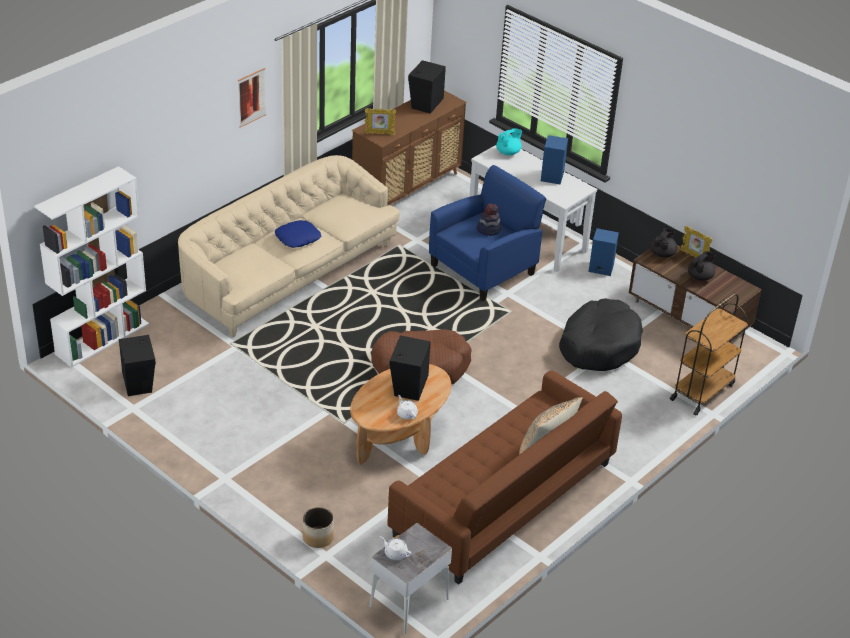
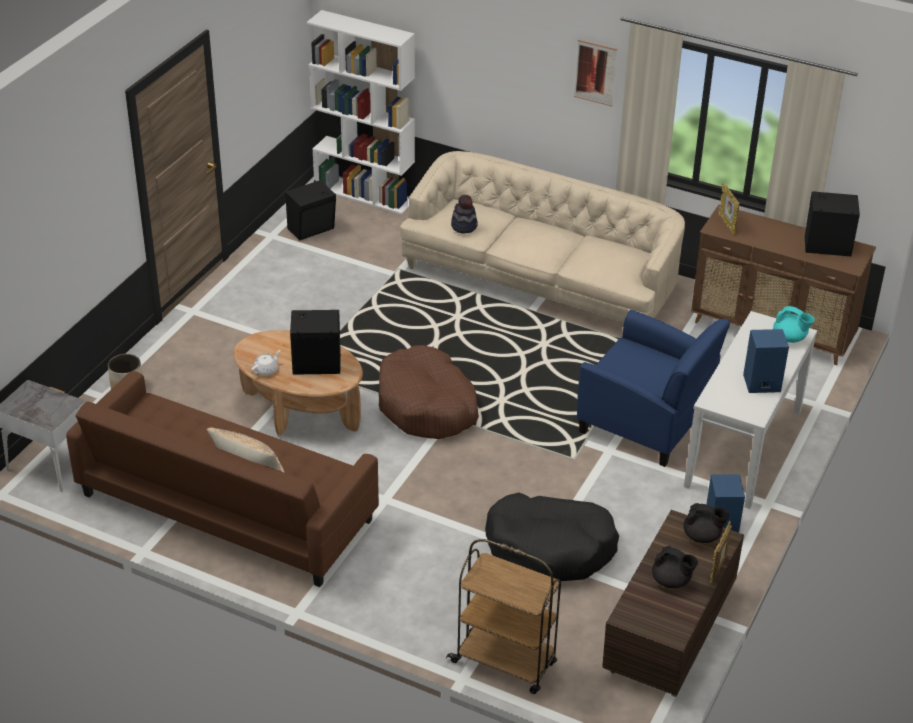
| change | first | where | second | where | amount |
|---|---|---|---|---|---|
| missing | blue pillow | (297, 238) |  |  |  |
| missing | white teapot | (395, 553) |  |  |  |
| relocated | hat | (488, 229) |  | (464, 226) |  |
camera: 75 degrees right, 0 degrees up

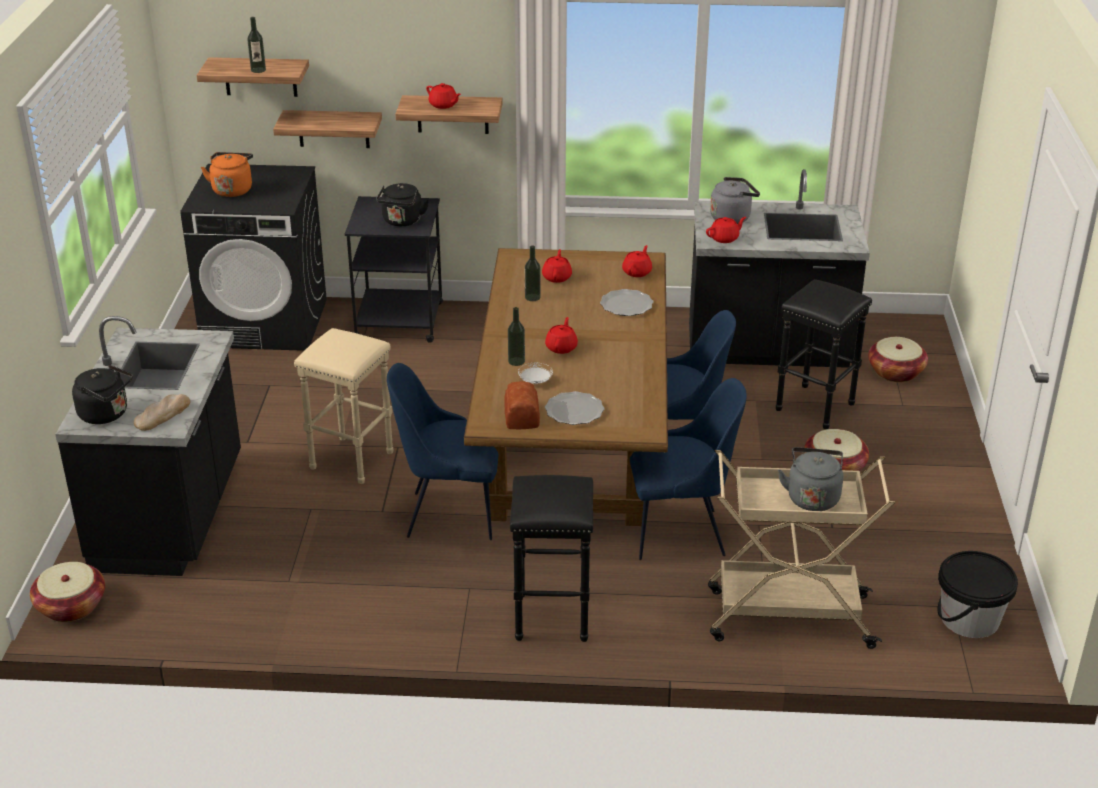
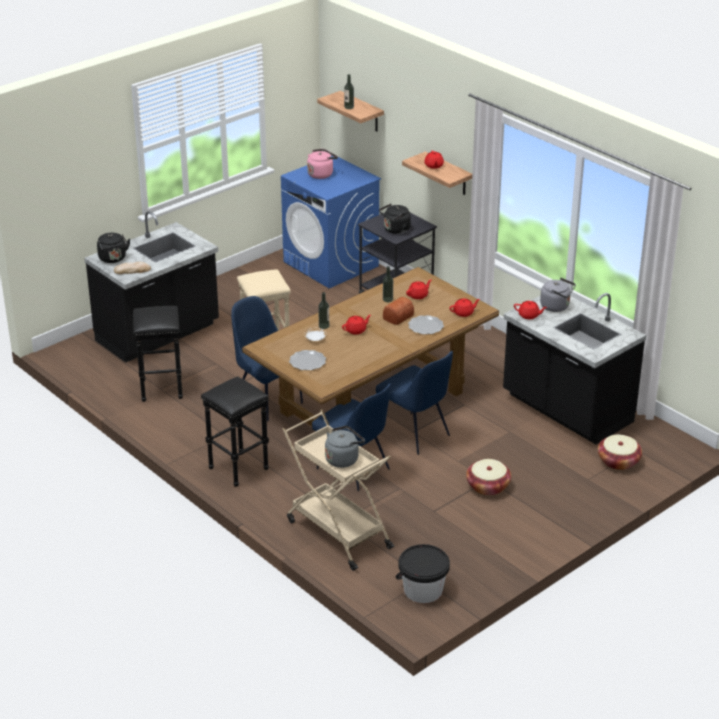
| change | first | where | second | where | amount |
|---|---|---|---|---|---|
| missing | basket | (71, 606) |  |  |  |
| missing | shelf | (333, 129) |  |  |  |
| relocated | bread | (521, 416) |  | (397, 317) |  |
| relocated | black stool | (813, 406) |  | (160, 388) |  |
| colour | black washing machine | (266, 323) | blue washing machine | (331, 264) |  |
| colour | orange kettle | (232, 189) | pink kettle | (321, 174) |  |
camera: 45 degrees right, 0 degrees up

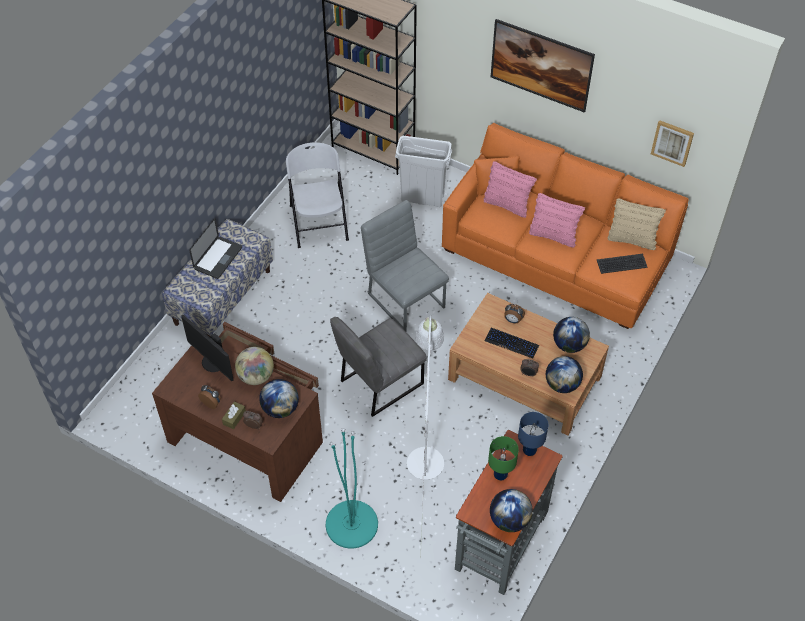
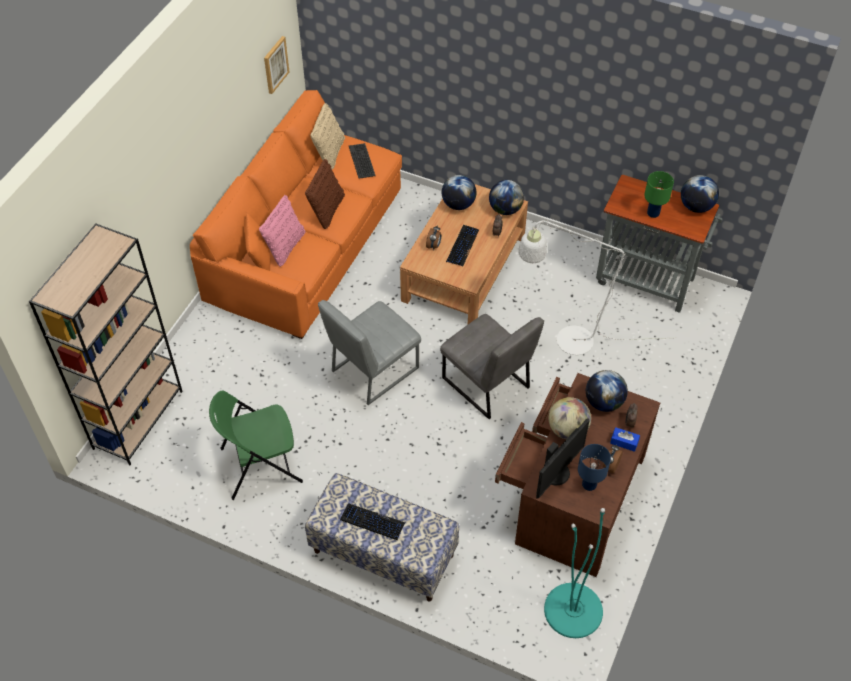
| change | first | where | second | where | amount |
|---|---|---|---|---|---|
| missing | white trash can | (423, 199) |  |  |  |
| missing | picture | (539, 79) |  |  |  |
| relocated | turquoise floor lamp | (351, 524) |  | (573, 610) |  |
| relocated | blue table lamp | (529, 451) |  | (590, 485) |  |
| exchanged | laptop | (218, 258) | keyboard | (372, 522) |  |
| colour | brown tissue box | (234, 418) | blue tissue box | (624, 442) |  |
| colour | white chair | (319, 223) | green chair | (261, 464) |  |
| colour | pink pillow | (554, 236) | brown pillow | (327, 210) |  |
camera: 95 degrees left, 0 degrees up

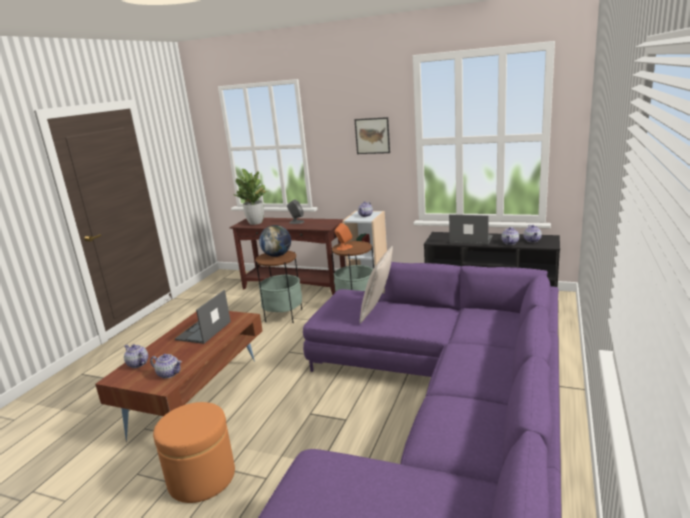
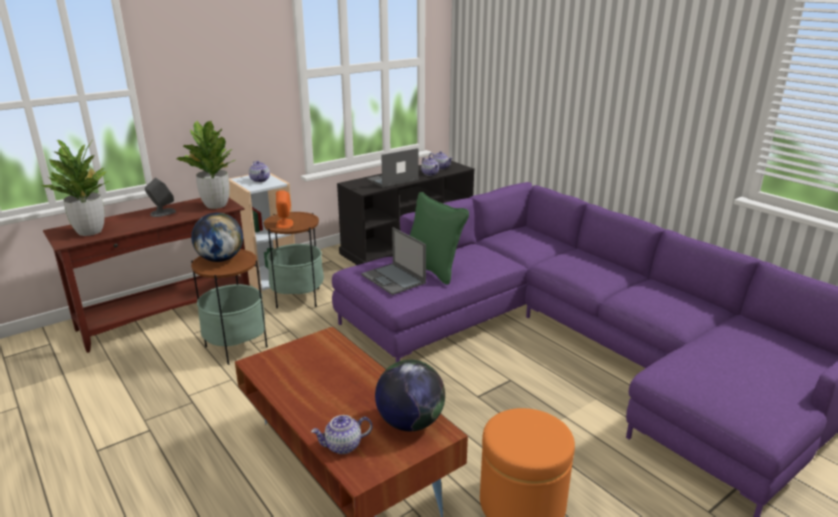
| change | first | where | second | where | amount |
|---|---|---|---|---|---|
| missing | picture | (372, 136) |  |  |  |
| appeared |  |  | potted plant | (215, 205) |  |
| relocated | laptop | (203, 331) |  | (394, 279) |  |
| exchanged | teapot | (169, 374) | globe | (410, 423) |  |
| colour | beige pillow | (378, 311) | green pillow | (433, 269) |  |
camera: 60 degrees left, 5 degrees up

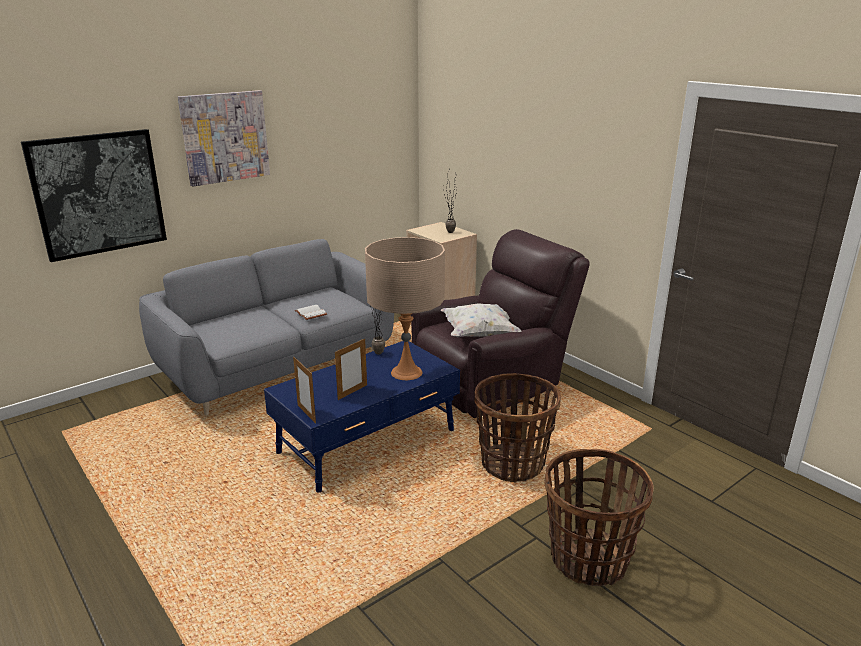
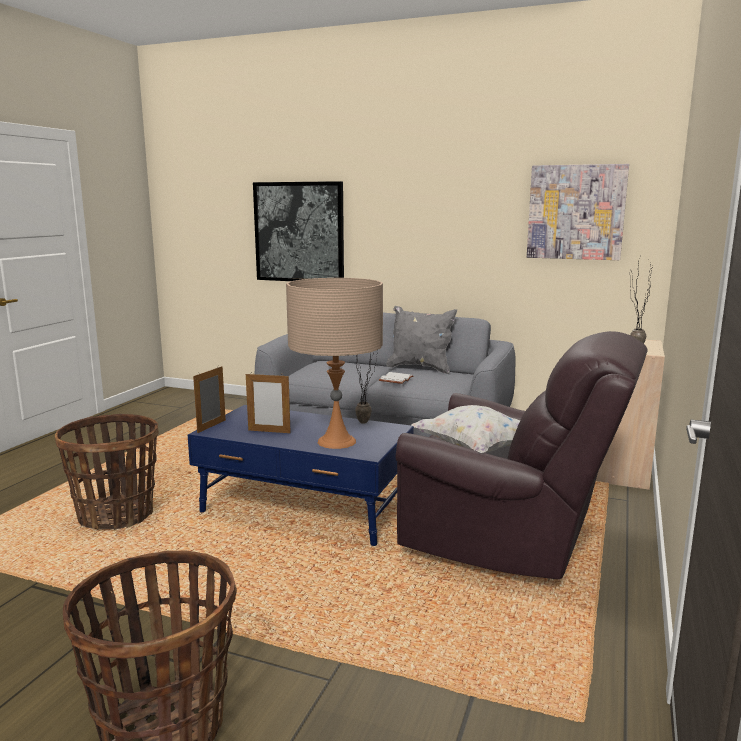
| change | first | where | second | where | amount |
|---|---|---|---|---|---|
| appeared |  |  | grey pillow | (420, 368) |  |
| relocated | picture | (225, 137) |  | (576, 212) |  |
| relocated | basket | (512, 463) |  | (116, 515) |  |
camera: 60 degrees right, 10 degrees down

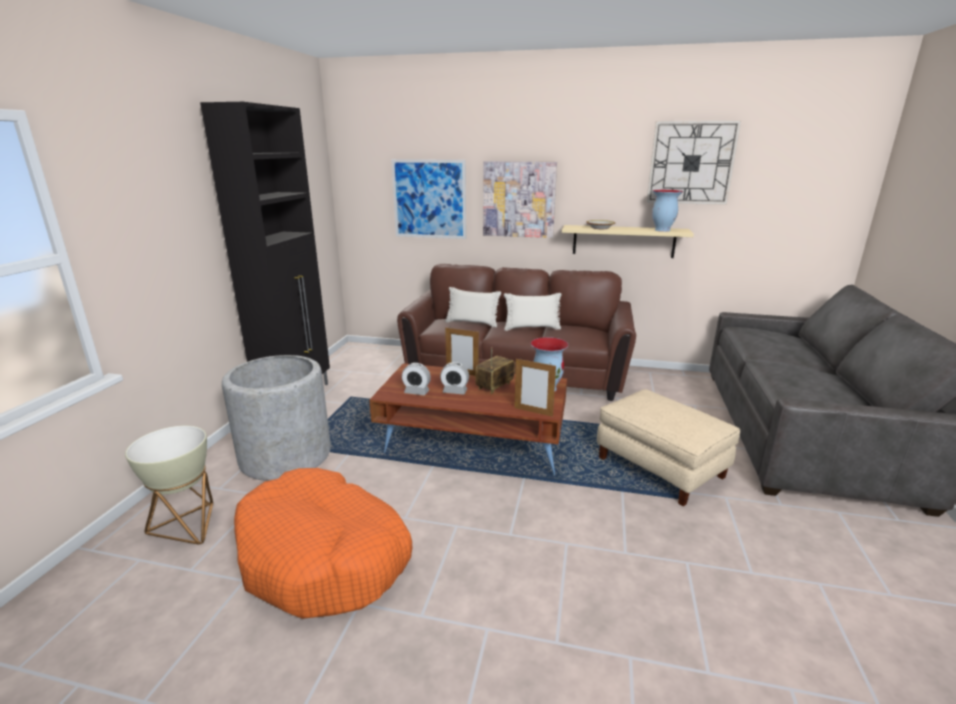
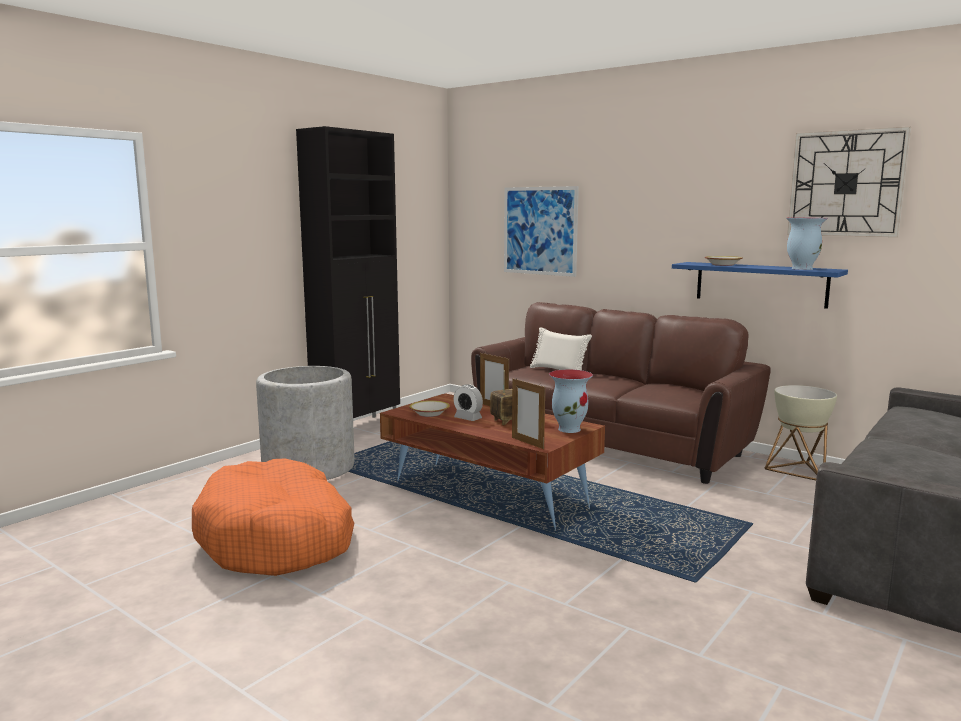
| change | first | where | second | where | amount |
|---|---|---|---|---|---|
| missing | picture | (519, 199) |  |  |  |
| missing | white pillow | (532, 328) |  |  |  |
| missing | beige ottoman | (661, 467) |  |  |  |
| relocated | planter | (188, 525) |  | (798, 471) |  |
| exchanged | alarm clock | (416, 392) | bowl | (430, 414) |  |
| colour | beige shelf | (623, 241) | blue shelf | (760, 284) |  |
camera: 25 degrees right, 10 degrees down

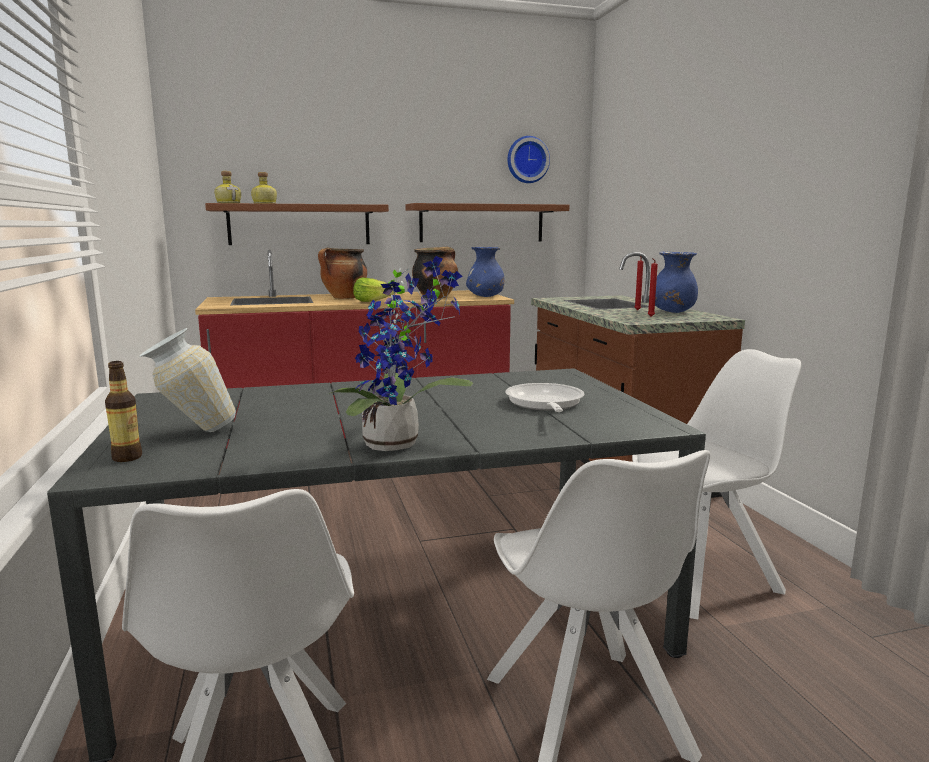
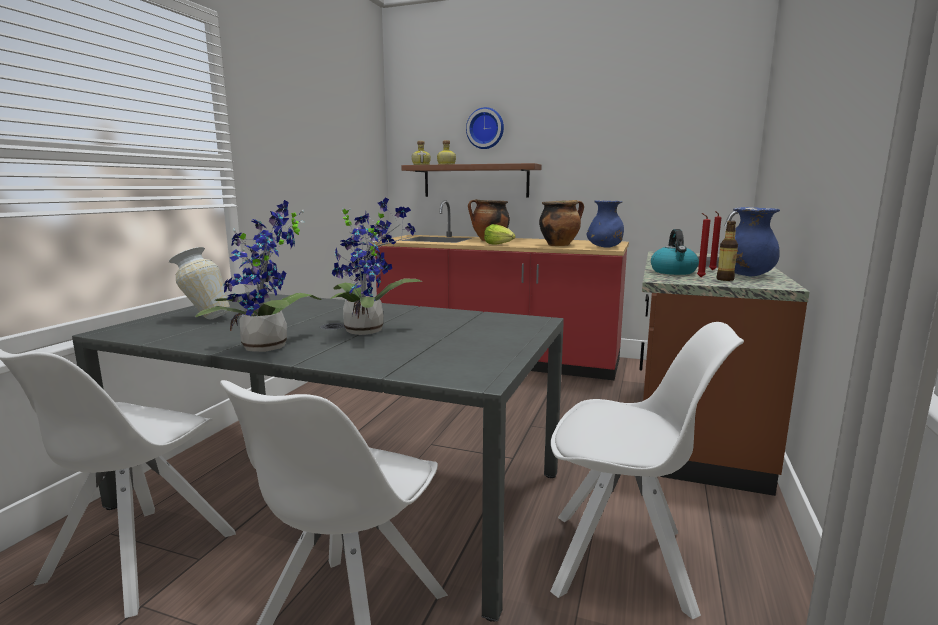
| change | first | where | second | where | amount |
|---|---|---|---|---|---|
| missing | brown shelf | (482, 223) |  |  |  |
| missing | frying pan | (544, 404) |  |  |  |
| appeared |  |  | potted plant | (369, 330) |  |
| appeared |  |  | kettle | (673, 272) |  |
| relocated | bottle | (127, 457) |  | (725, 279) |  |
| relocated | wall clock | (527, 160) |  | (485, 128) |  |
camera: 35 degrees right, 0 degrees up

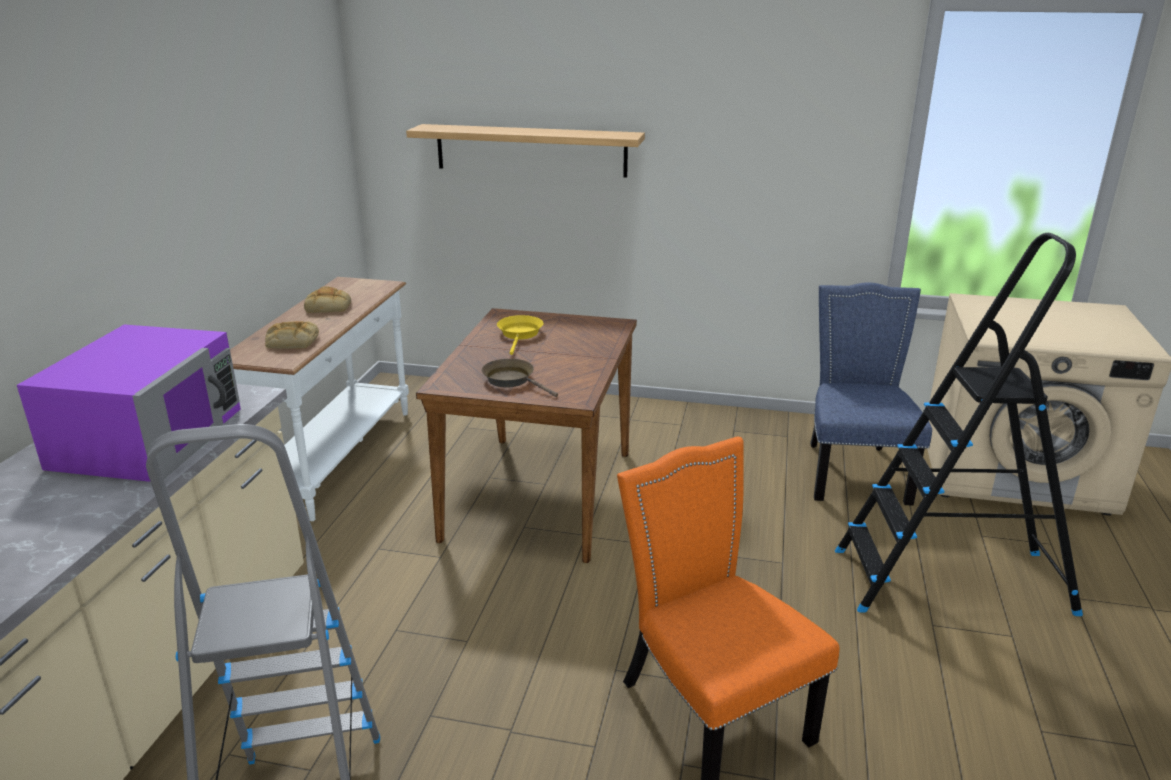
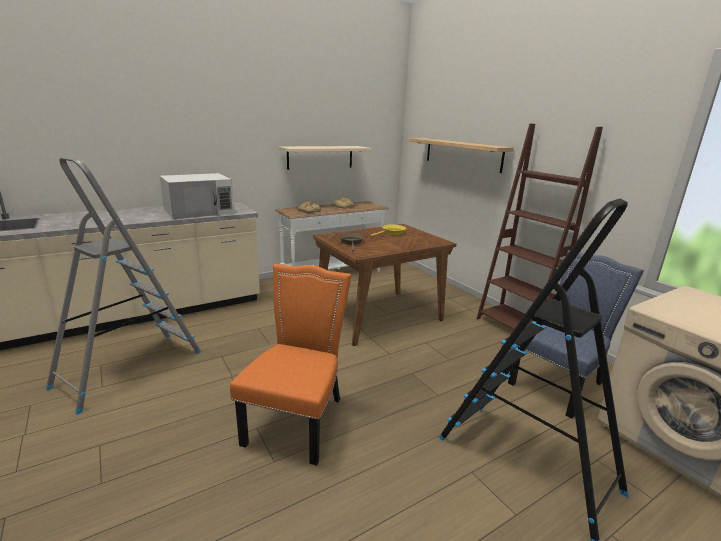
| change | first | where | second | where | amount |
|---|---|---|---|---|---|
| appeared |  |  | beige shelf | (320, 157) |  |
| appeared |  |  | brown bookcase | (514, 327) |  |
| colour | purple microwave | (150, 437) | white microwave | (199, 211) |  |
camera: 45 degrees right, 5 degrees down

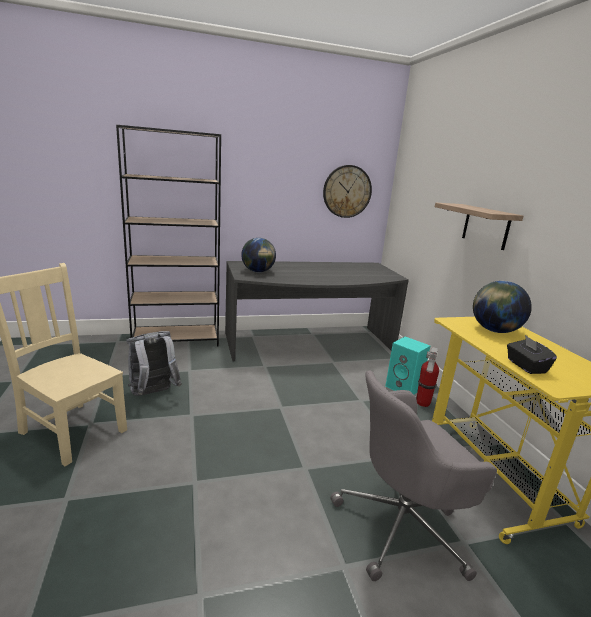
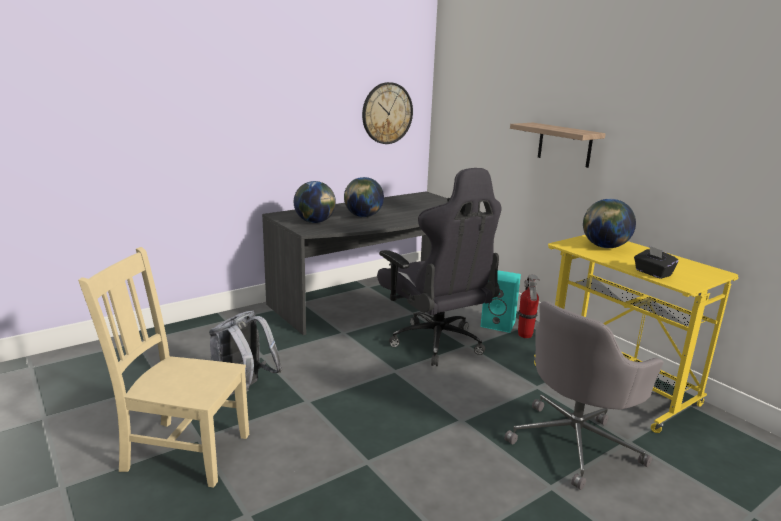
| change | first | where | second | where | amount |
|---|---|---|---|---|---|
| missing | beige bookcase | (176, 340) |  |  |  |
| appeared |  |  | globe | (363, 216) |  |
| appeared |  |  | black office chair | (433, 340) |  |
camera: 20 degrees left, 0 degrees up

